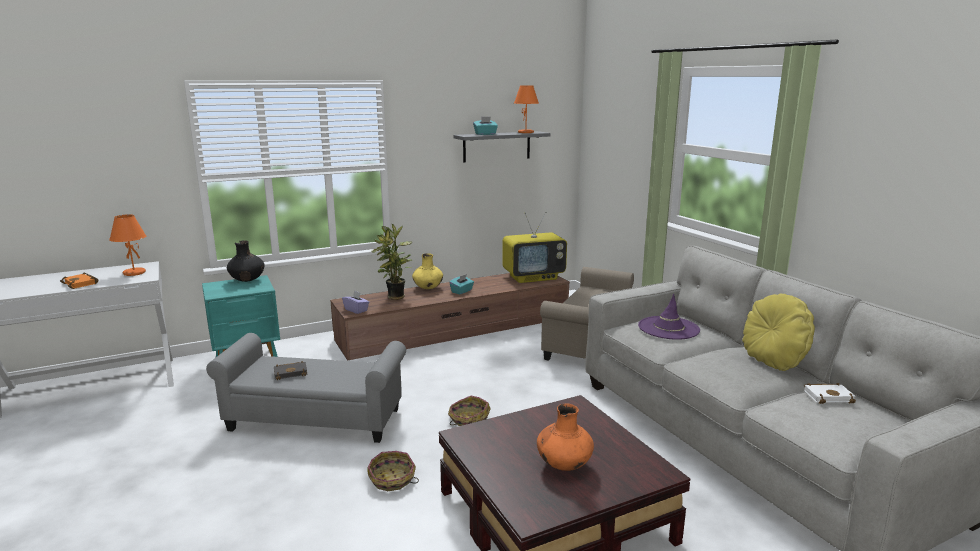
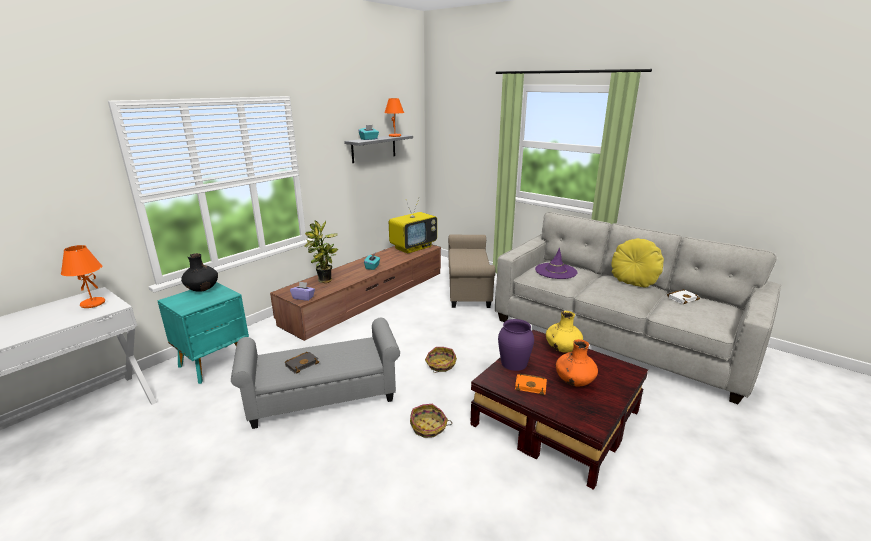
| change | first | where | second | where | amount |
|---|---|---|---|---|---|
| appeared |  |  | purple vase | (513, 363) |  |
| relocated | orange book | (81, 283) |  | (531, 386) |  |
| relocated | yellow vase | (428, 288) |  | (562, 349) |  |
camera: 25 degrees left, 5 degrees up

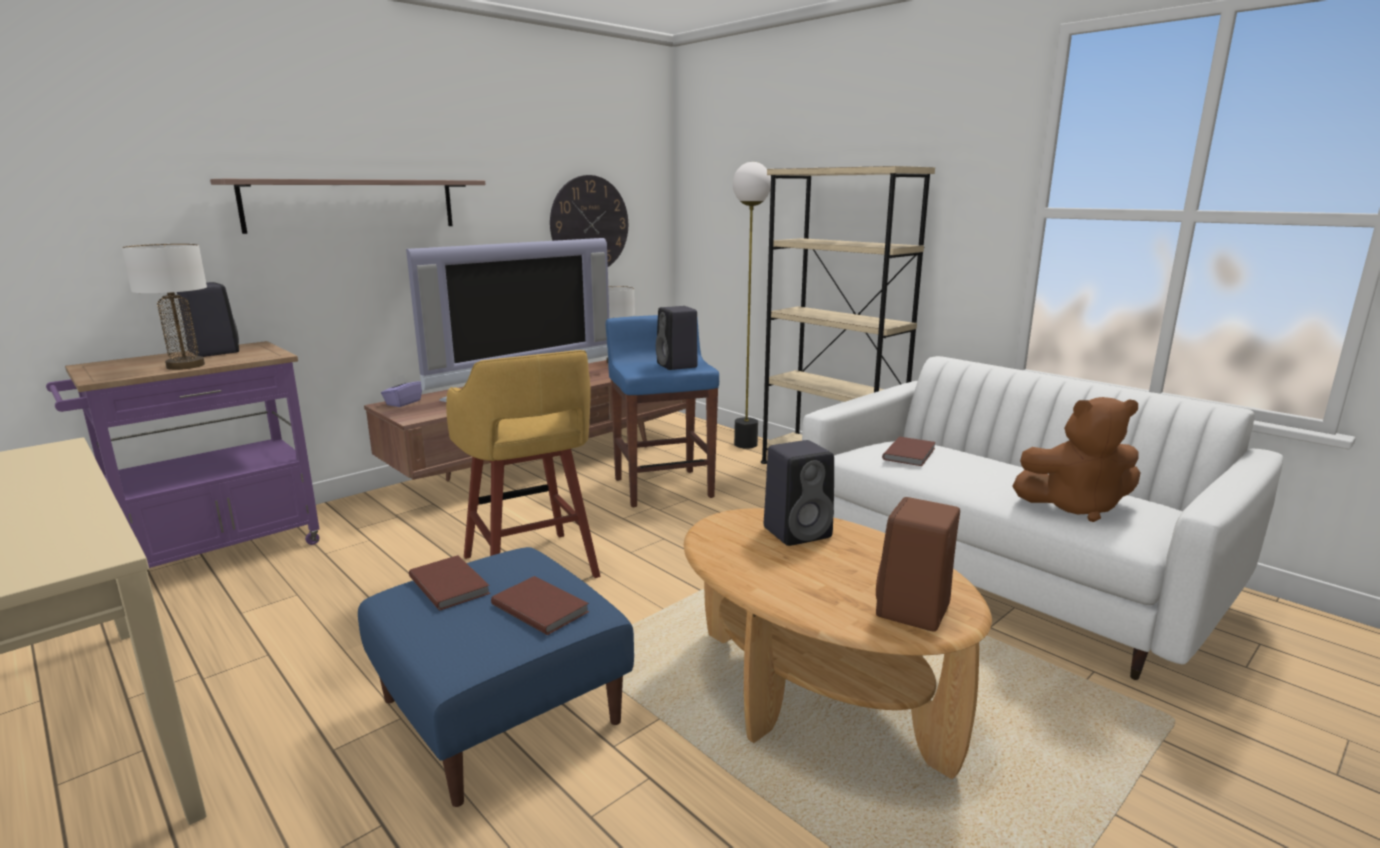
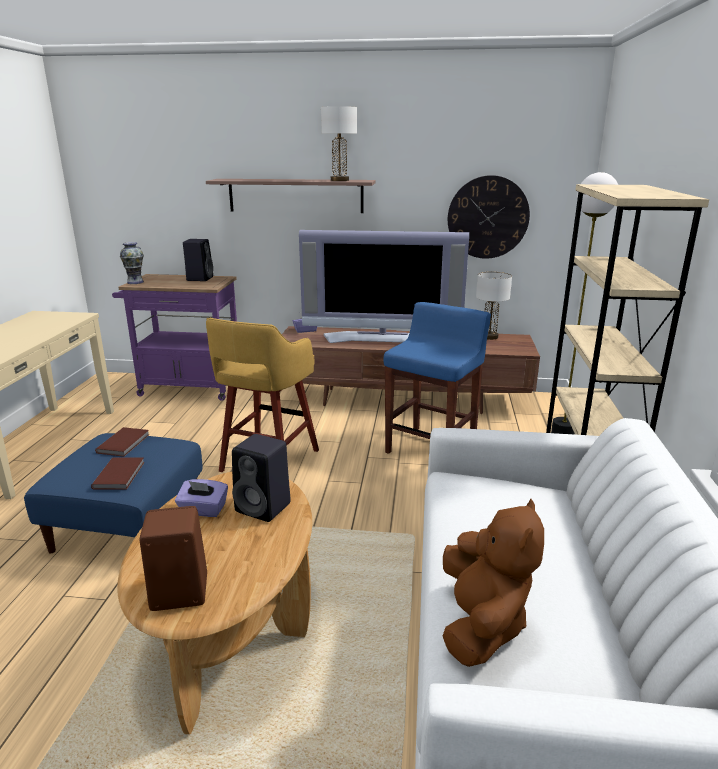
| change | first | where | second | where | amount |
|---|---|---|---|---|---|
| missing | black speaker | (678, 366) |  |  |  |
| missing | brown book | (911, 453) |  |  |  |
| appeared |  |  | vase | (135, 282) |  |
| appeared |  |  | purple tissue box | (203, 510) |  |
| relocated | table lamp | (186, 366) |  | (339, 180) |  |
| spun | brown plush toy | (1075, 506) |  | (481, 624) | 135 degrees counterclockwise |
camera: 50 degrees right, 5 degrees up

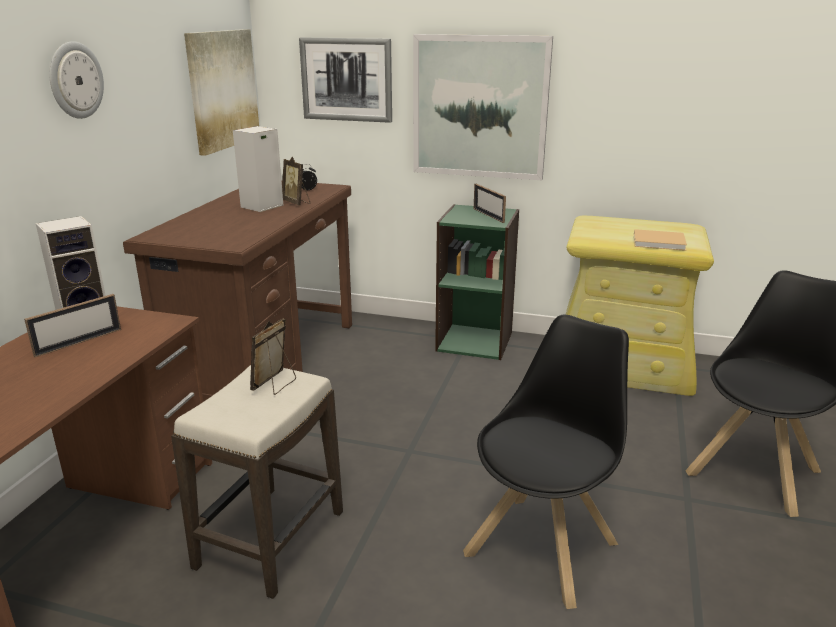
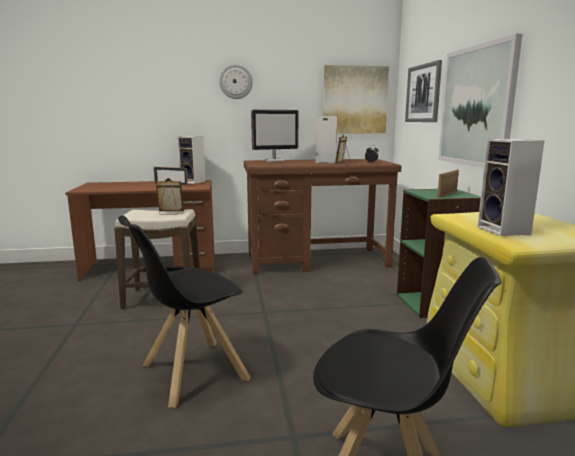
| change | first | where | second | where | amount |
|---|---|---|---|---|---|
| appeared |  |  | monitor | (274, 161) |  |
| exchanged | beige book | (660, 242) | speaker | (505, 231) |  |
| spun | black chair | (544, 545) |  | (191, 373) | 135 degrees clockwise |
camera: 65 degrees right, 10 degrees down

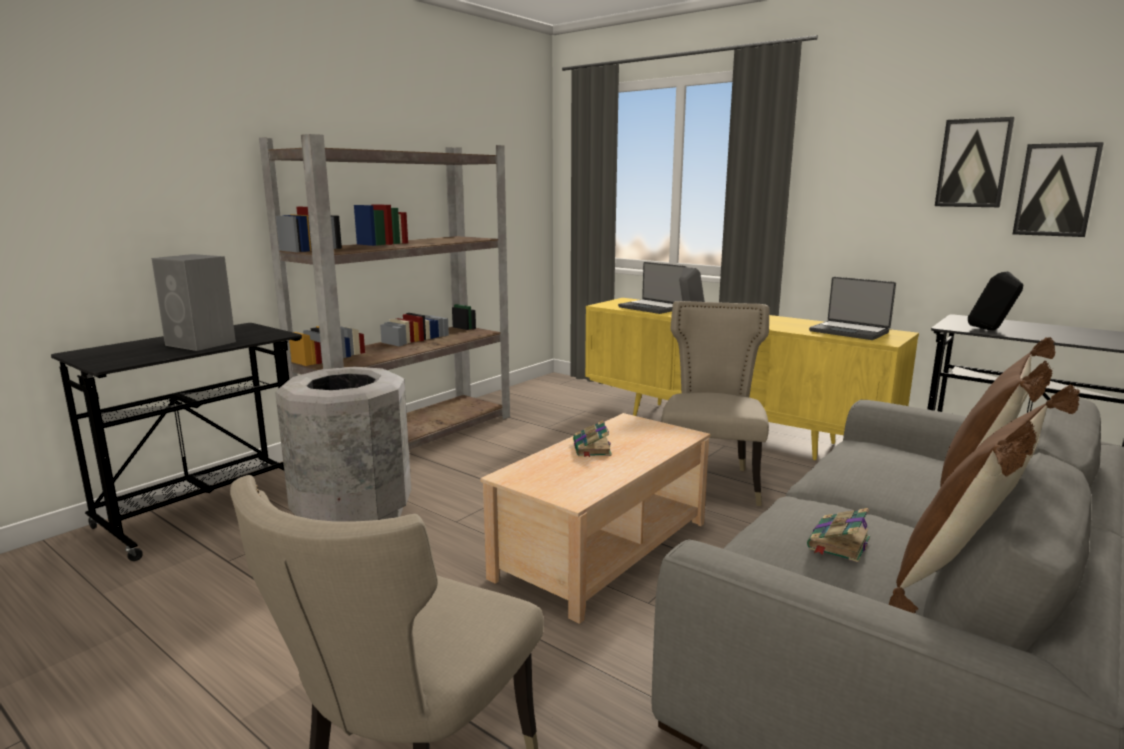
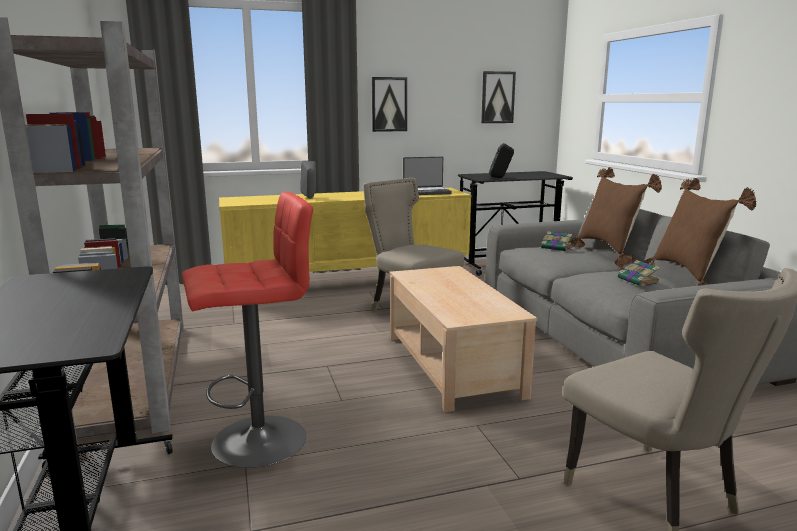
| change | first | where | second | where | amount |
|---|---|---|---|---|---|
| missing | grey speaker | (201, 344) |  |  |  |
| missing | laptop | (652, 308) |  |  |  |
| relocated | book | (592, 448) |  | (557, 248) |  |
| relocated | picture | (973, 163) |  | (389, 104) |  |
| exchanged | grey trash can | (353, 516) | red stool | (260, 441) |  |
camera: 55 degrees left, 0 degrees up

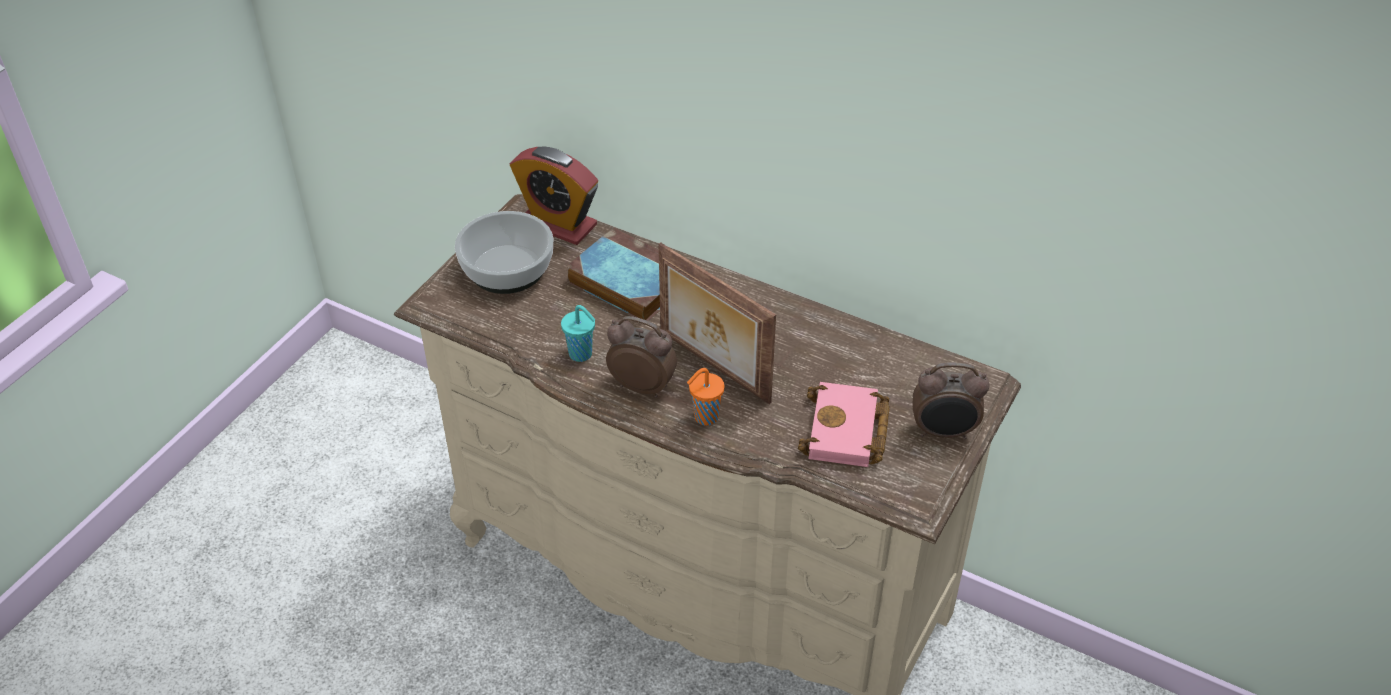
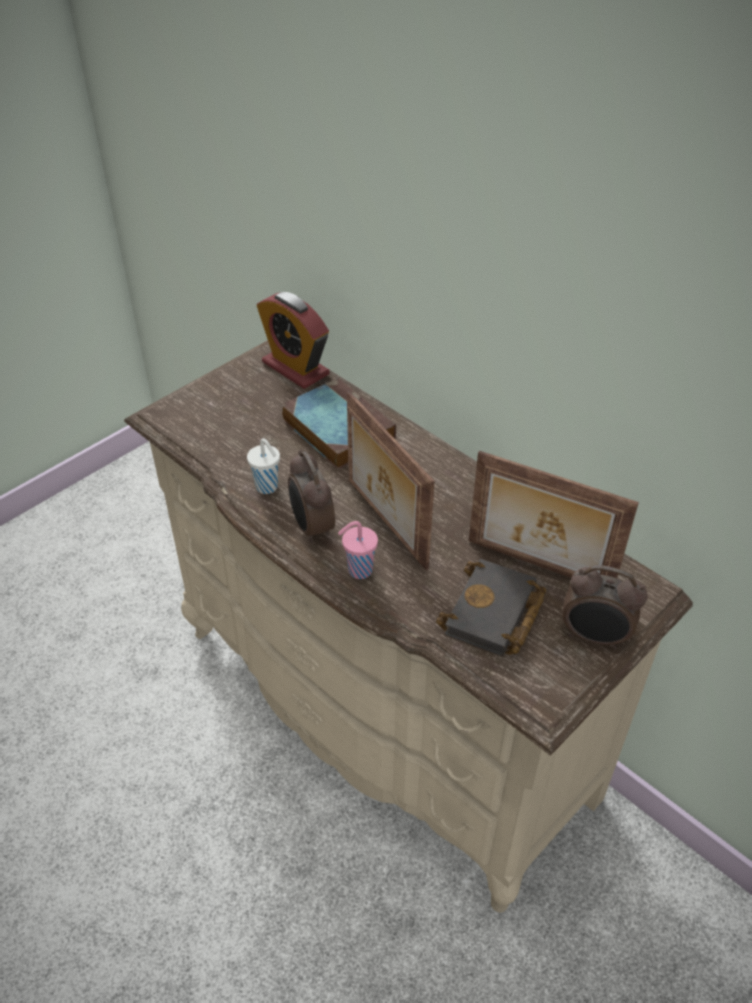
| change | first | where | second | where | amount |
|---|---|---|---|---|---|
| missing | bowl | (508, 269) |  |  |  |
| appeared |  |  | picture frame | (538, 567) |  |
| colour | turquoise cup | (582, 354) | white cup | (267, 487) |  |
| colour | orange cup | (704, 417) | pink cup | (358, 570) |  |
| colour | pink book | (847, 433) | black book | (494, 616) |  |
| spun | alarm clock | (642, 385) |  | (311, 528) | 150 degrees counterclockwise |
camera: 15 degrees right, 0 degrees up

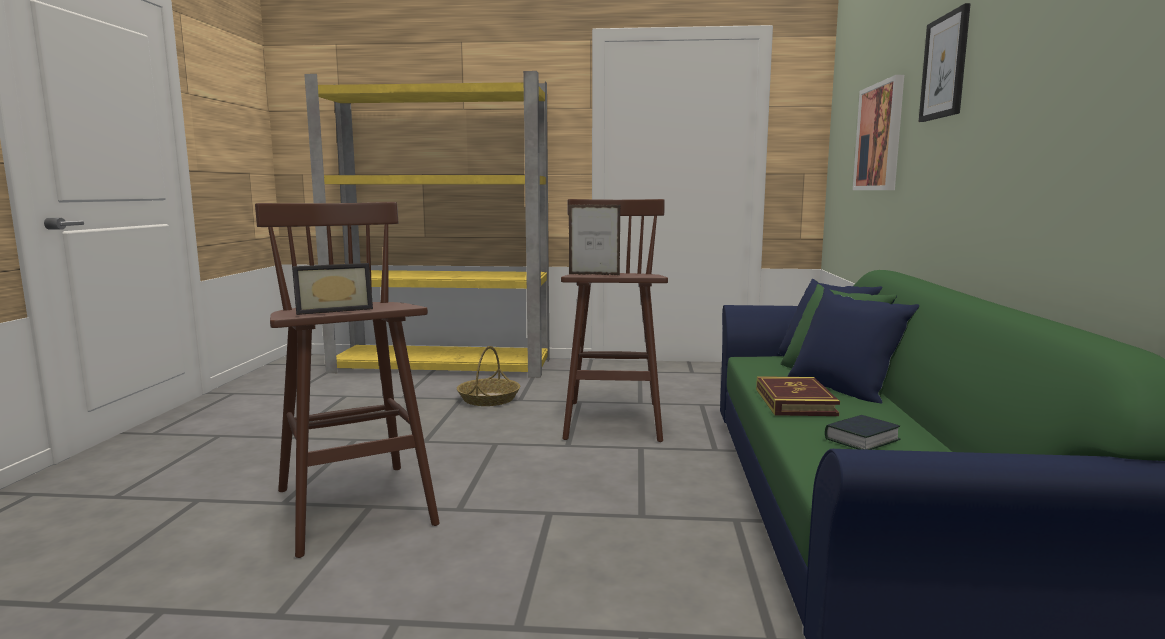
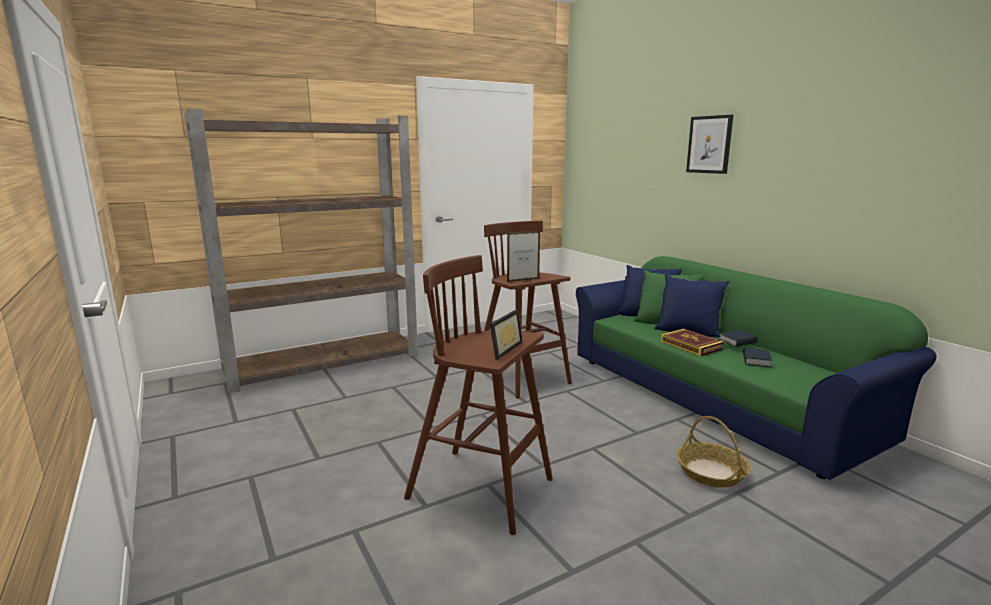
| change | first | where | second | where | amount |
|---|---|---|---|---|---|
| missing | picture | (880, 137) |  |  |  |
| appeared |  |  | book | (737, 341) |  |
| relocated | basket | (489, 399) |  | (711, 472) |  |
| colour | yellow bookcase | (442, 366) | brown bookcase | (323, 362) |  |
camera: 35 degrees left, 5 degrees up

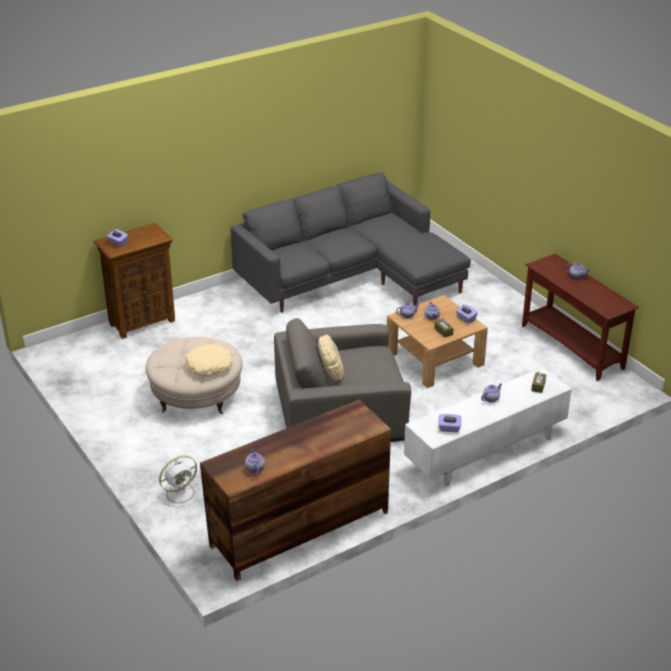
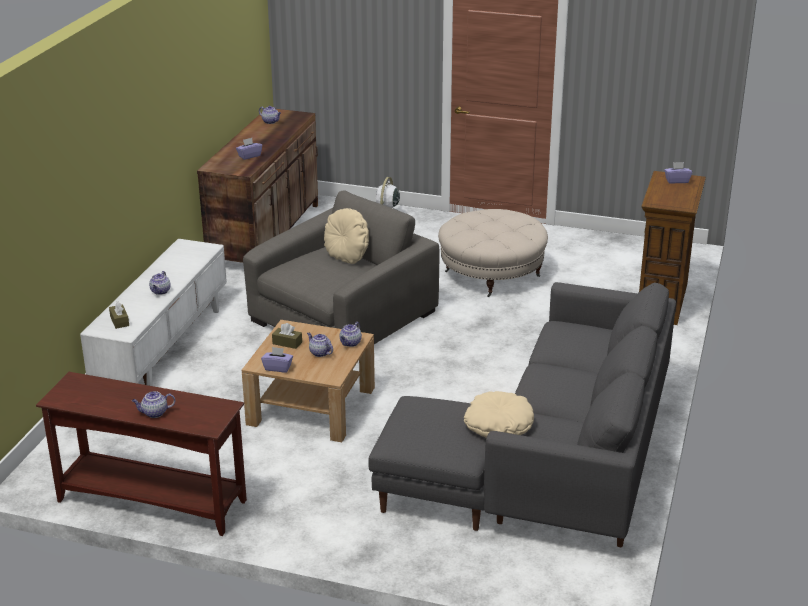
| change | first | where | second | where | amount |
|---|---|---|---|---|---|
| relocated | beige pillow | (209, 366) |  | (500, 425) |  |
| relocated | purple tissue box | (449, 429) |  | (249, 156) |  |
camera: 140 degrees right, 5 degrees down

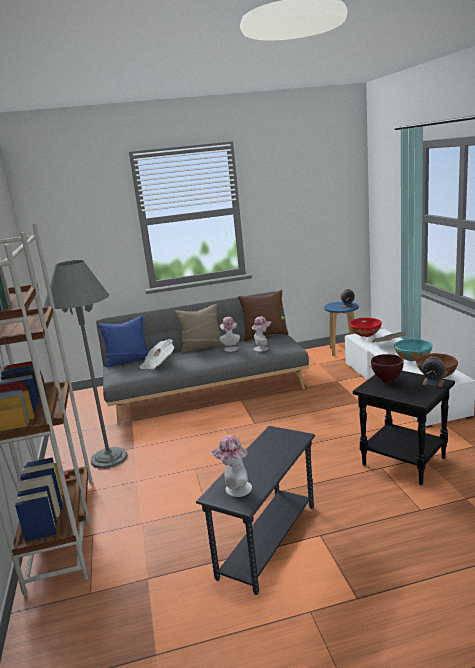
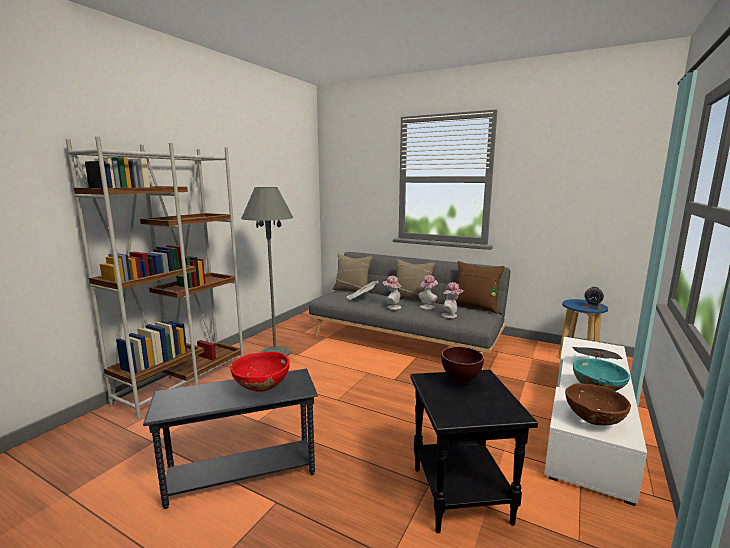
| change | first | where | second | where | amount |
|---|---|---|---|---|---|
| missing | alarm clock | (433, 382) |  |  |  |
| relocated | hat | (235, 490) |  | (392, 307) |  |
| relocated | red bowl | (365, 336) |  | (262, 388) |  |
| colour | blue pillow | (128, 360) | beige pillow | (352, 290) |  |
camera: 40 degrees right, 5 degrees down

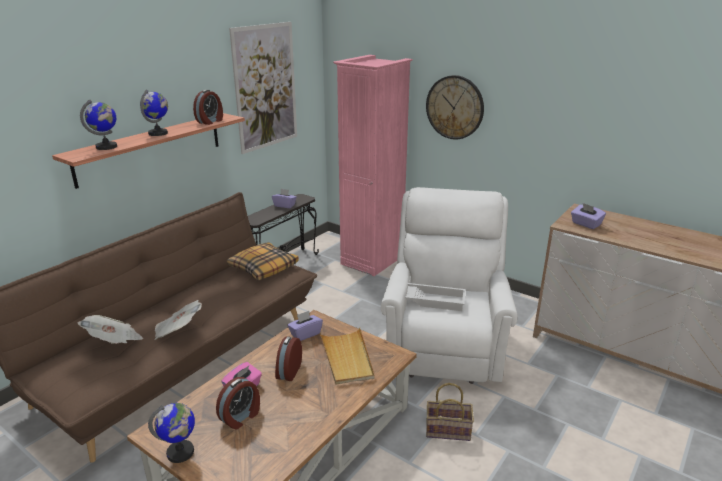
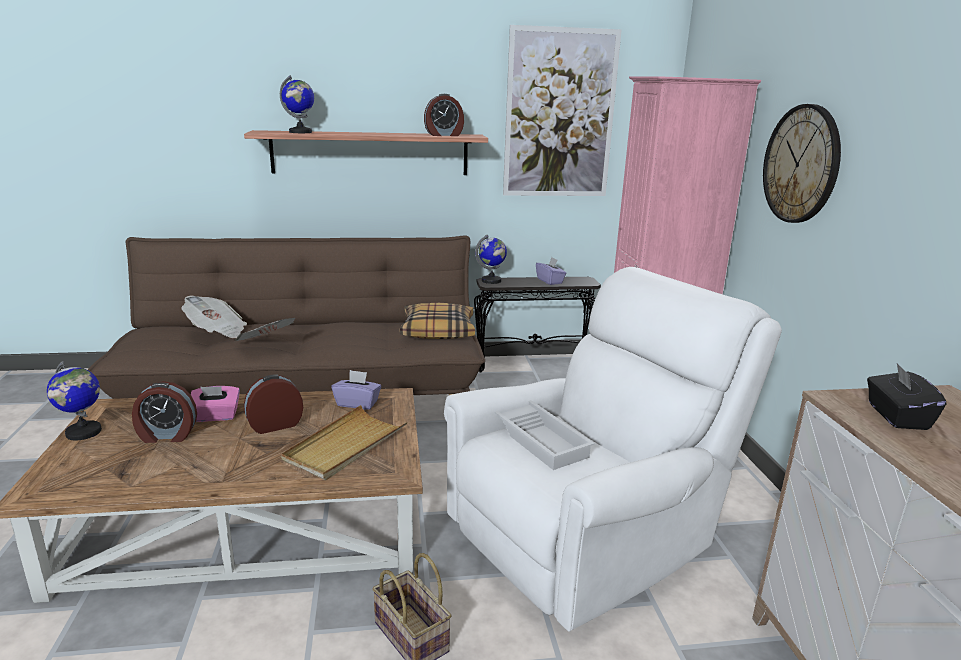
| change | first | where | second | where | amount |
|---|---|---|---|---|---|
| relocated | globe | (158, 133) |  | (491, 281) |  |
| colour | purple tissue box | (585, 224) | black tissue box | (896, 416) |  |
camera: 45 degrees right, 5 degrees down

